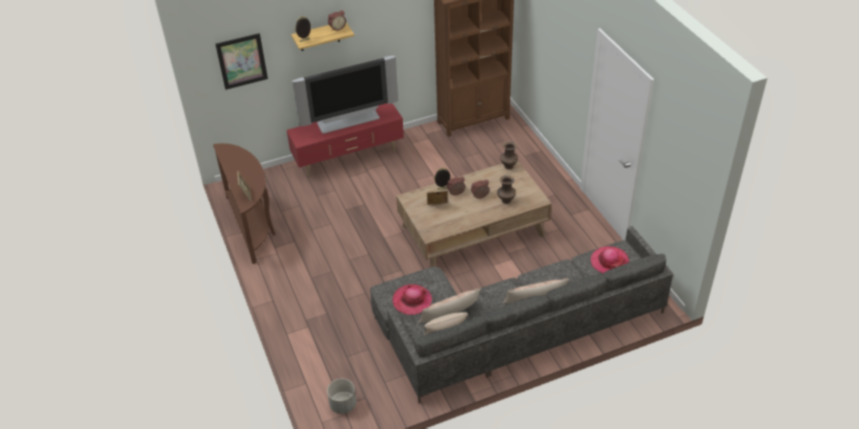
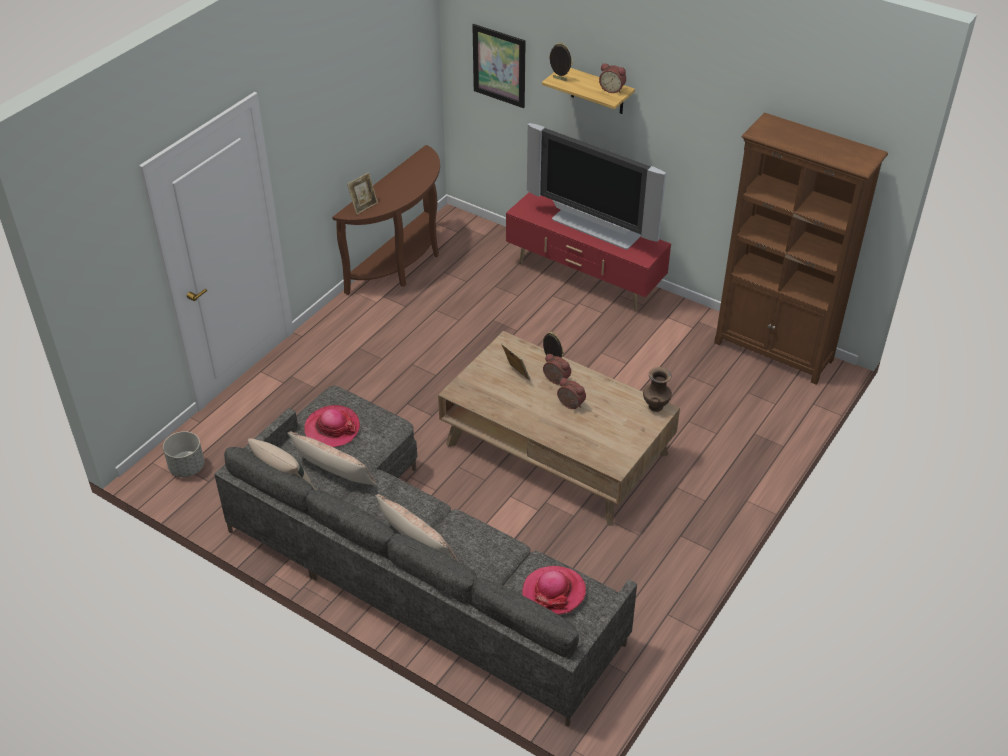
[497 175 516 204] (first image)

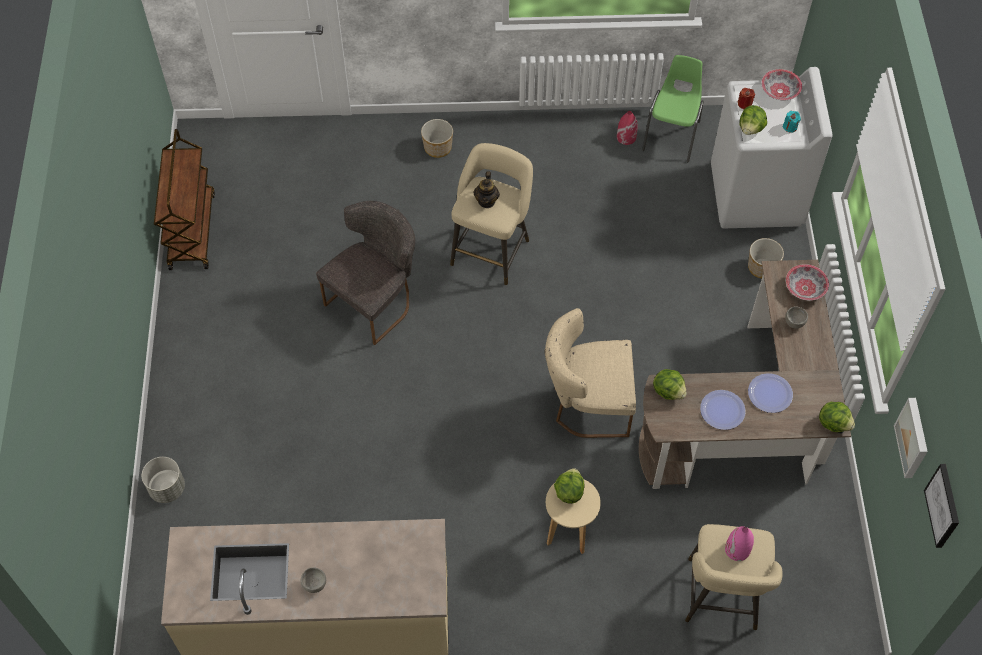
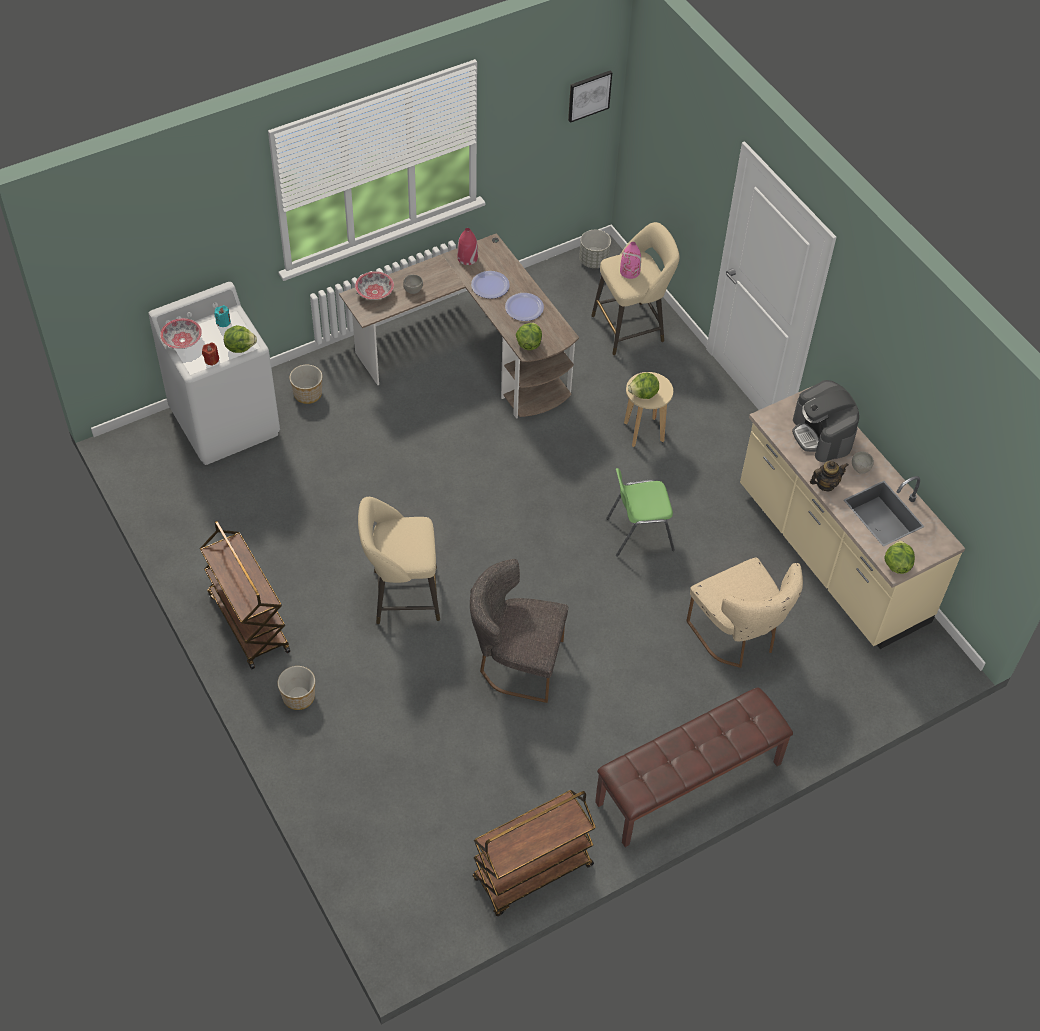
[606 468 675 557]
[457 228 478 265]
[810 461 848 492]
[686 557 803 668]
[894 398 928 478] (first image)
[884 541 915 574]
[579 230 611 268]
[792 380 859 462]
[200 521 290 669]
[595 687 793 847]

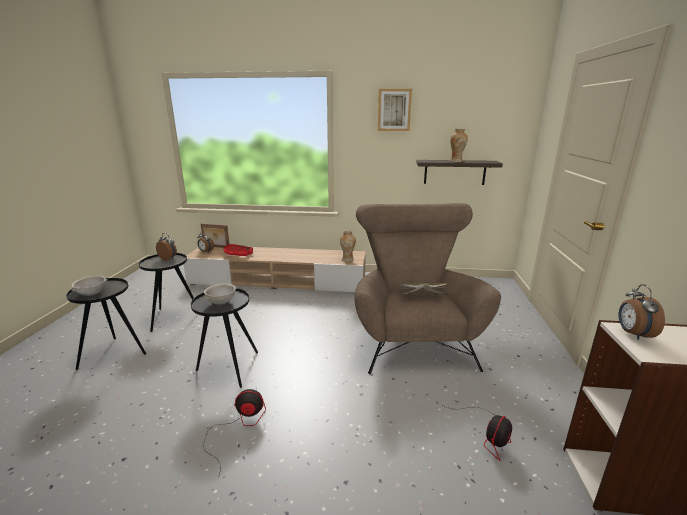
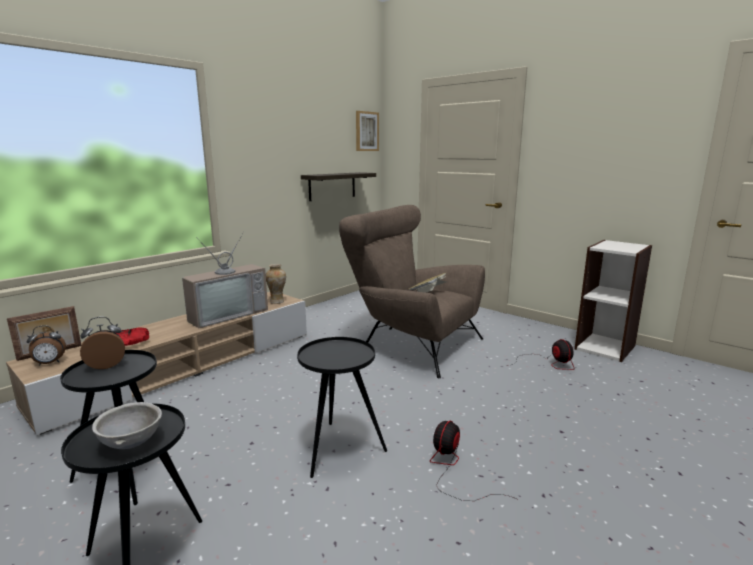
[356 111 379 151]
[450 129 468 162] (first image)
[204 283 236 304] (first image)
[619 284 665 340] (first image)
[182 231 268 328]

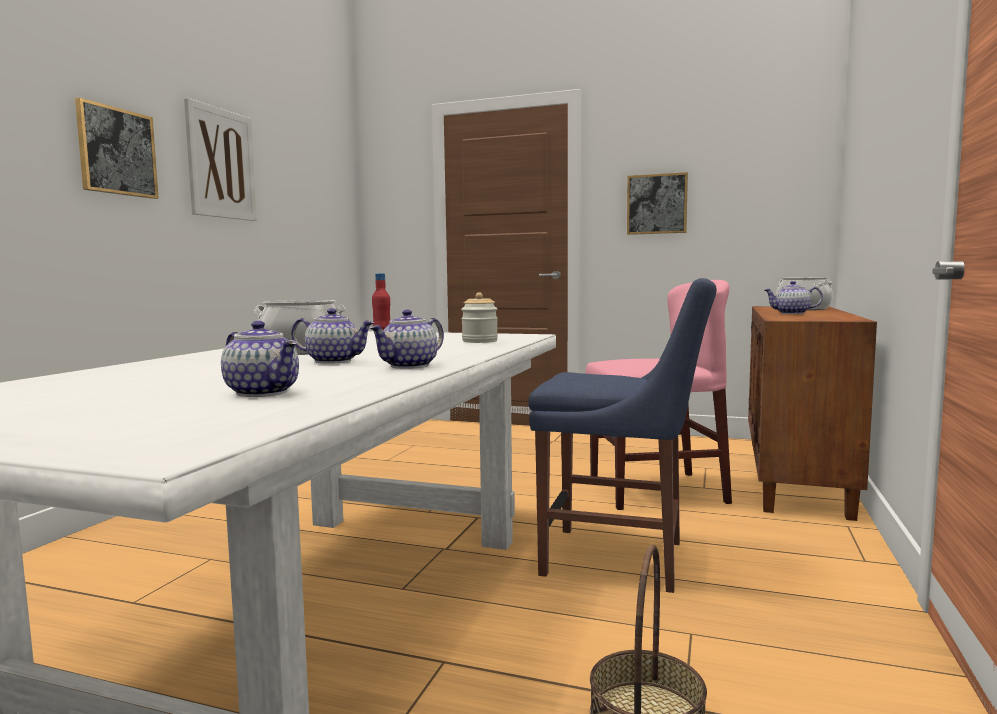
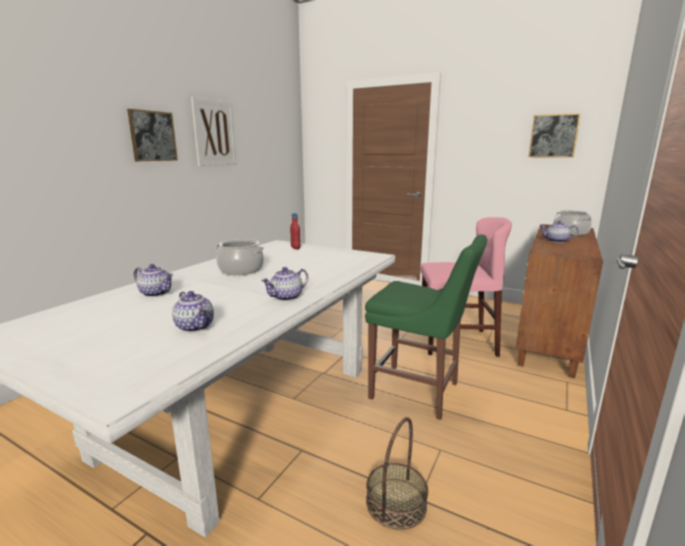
[529 113 581 158]
[365 234 487 420]
[461 292 498 343] (first image)
[134 264 173 297]

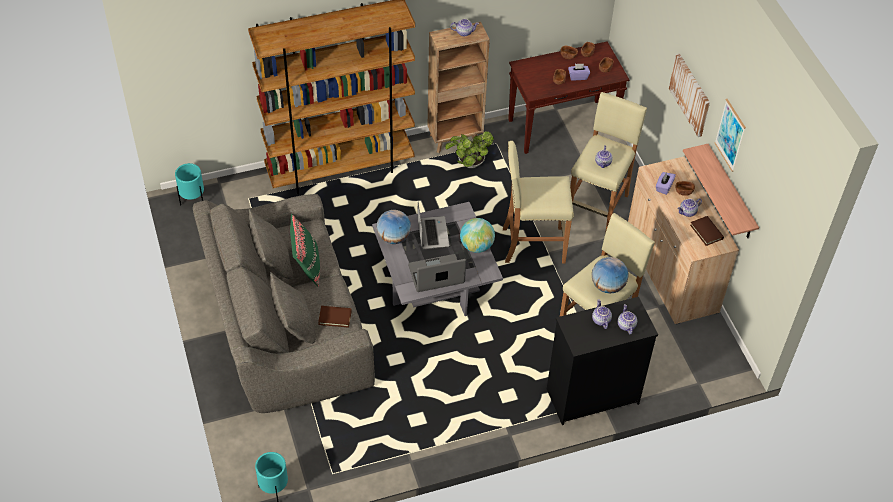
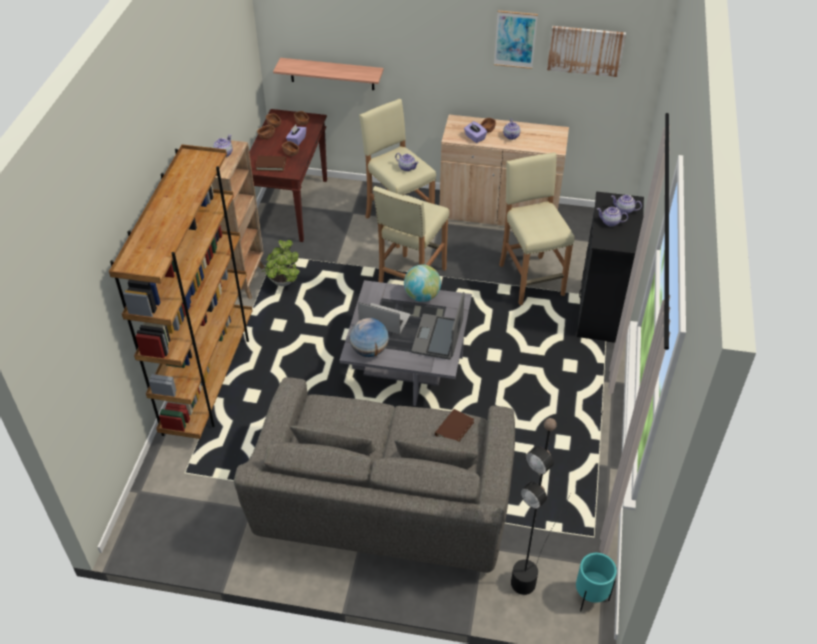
[547 26 626 77]
[273 58 384 90]
[175 163 204 206] (first image)
[290 214 320 286] (first image)
[255 156 286 171]
[592 257 628 293] (first image)
[511 410 603 595]

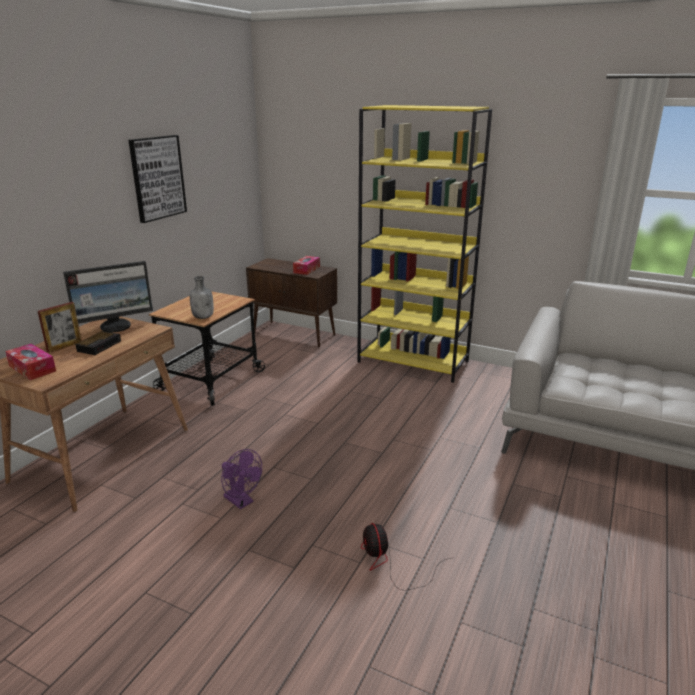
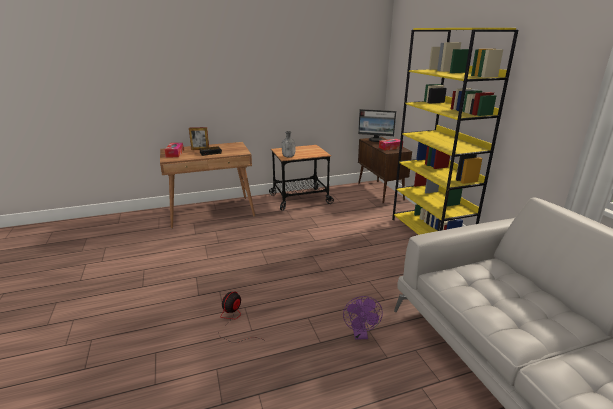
[128 135 187 223] (first image)
[358 109 396 142]
[343 296 383 340]

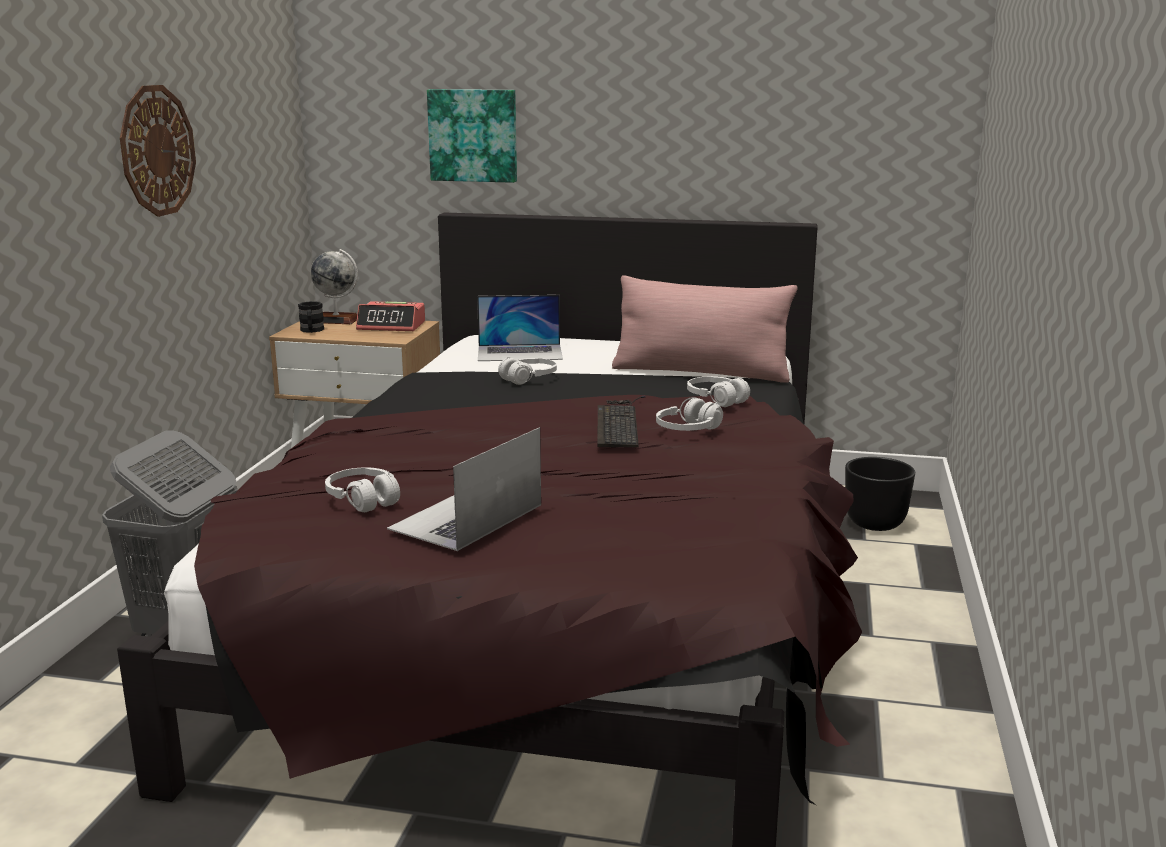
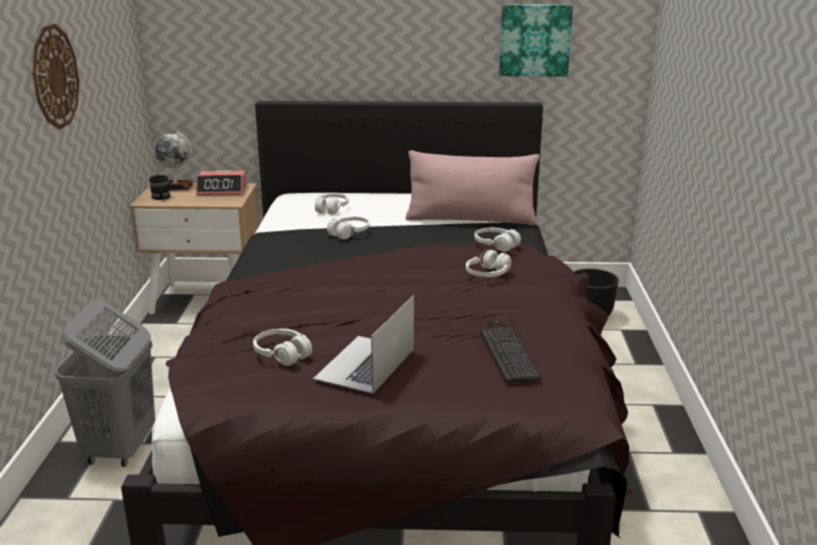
[499 4 573 77]
[315 194 349 214]
[480 313 541 383]

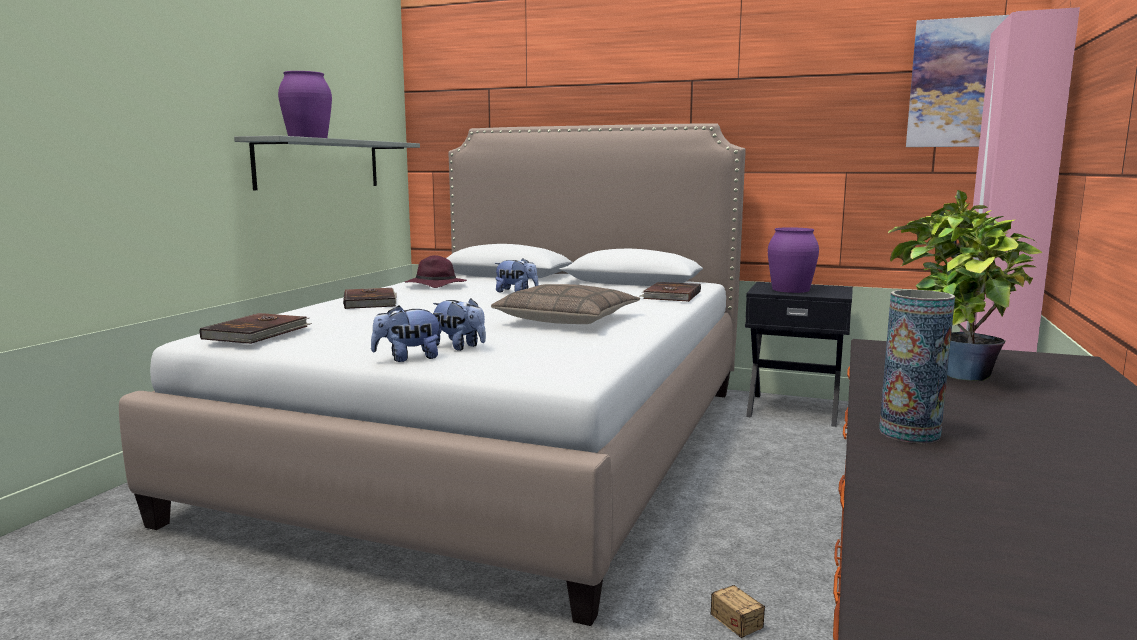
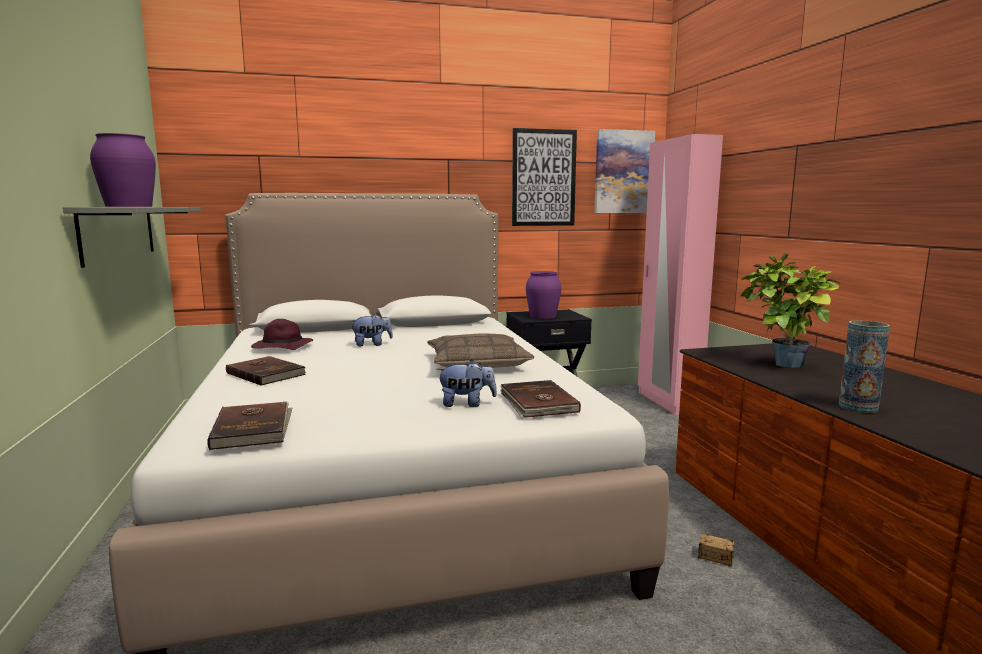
[500 380 581 418]
[371 305 443 362] (first image)
[512 128 577 226]

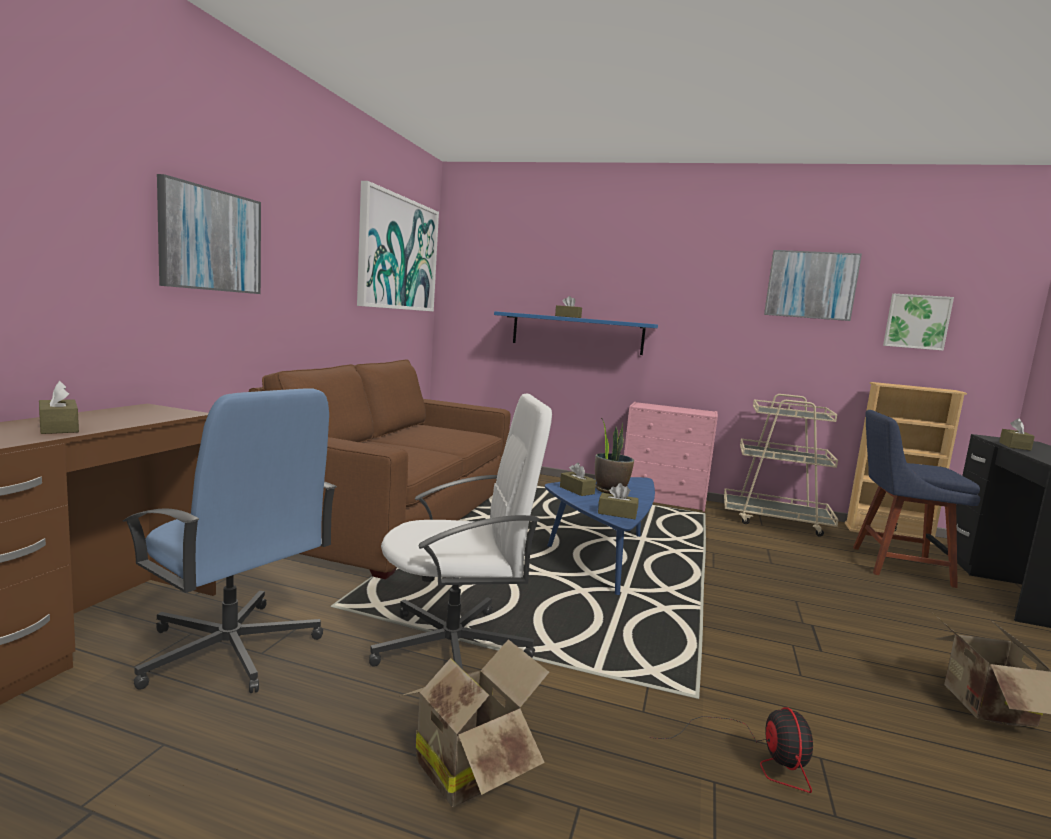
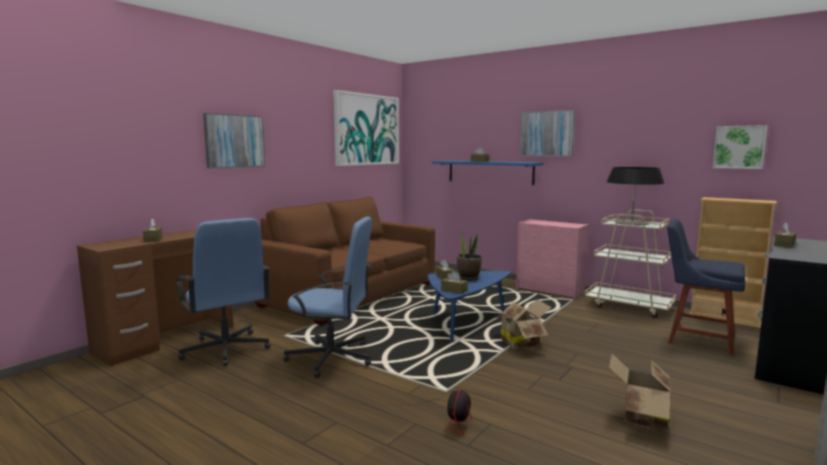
[520 110 575 156]
[283 217 372 378]
[495 300 551 349]
[607 167 664 225]

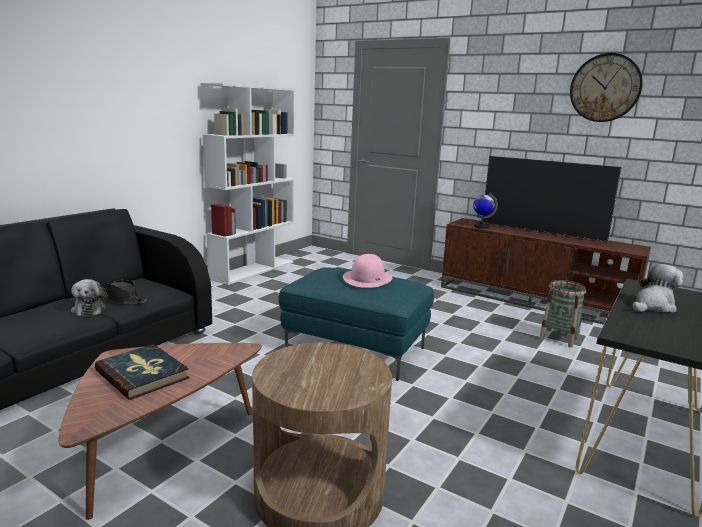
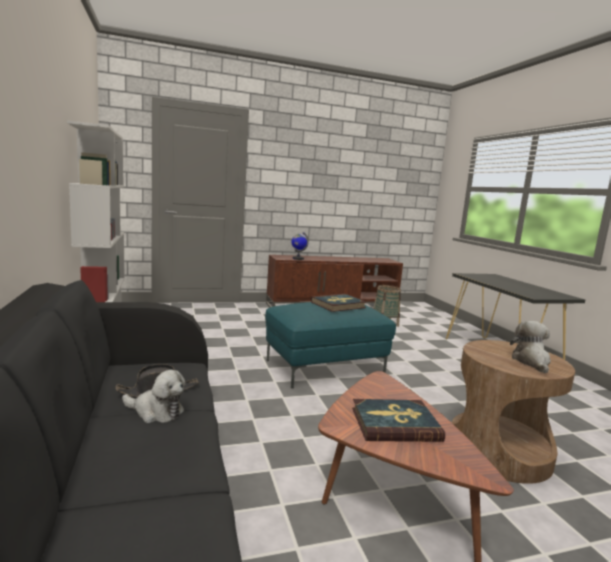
[570 53 643 122] (first image)
[482 156 622 242] (first image)
[311 294 366 312]
[510 321 551 373]

